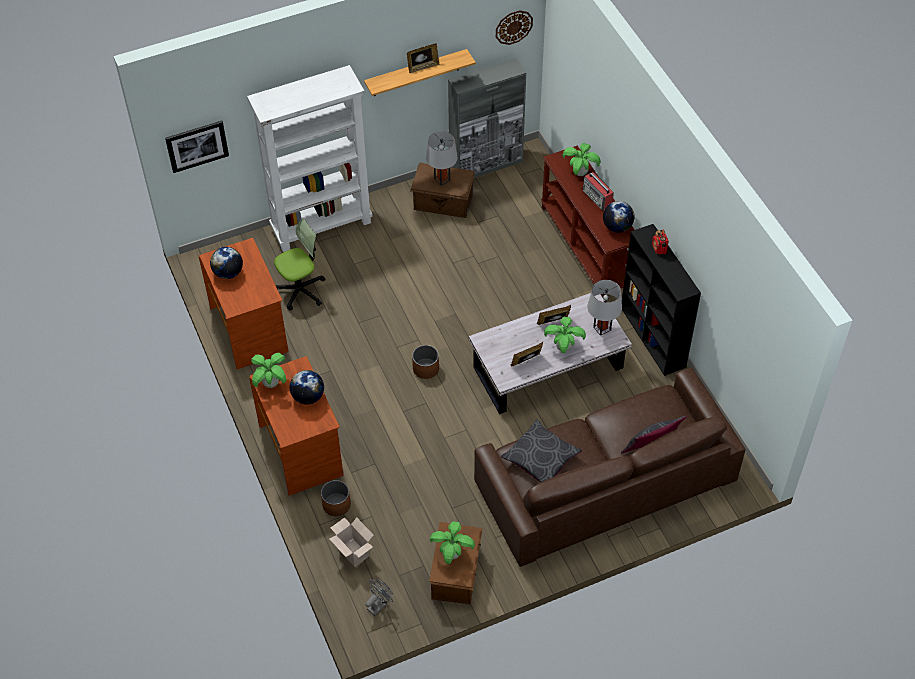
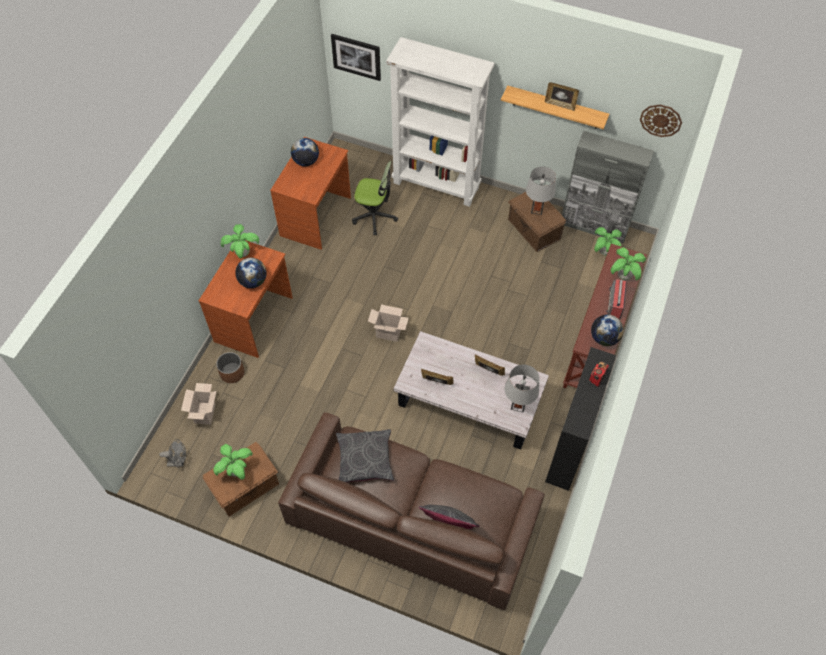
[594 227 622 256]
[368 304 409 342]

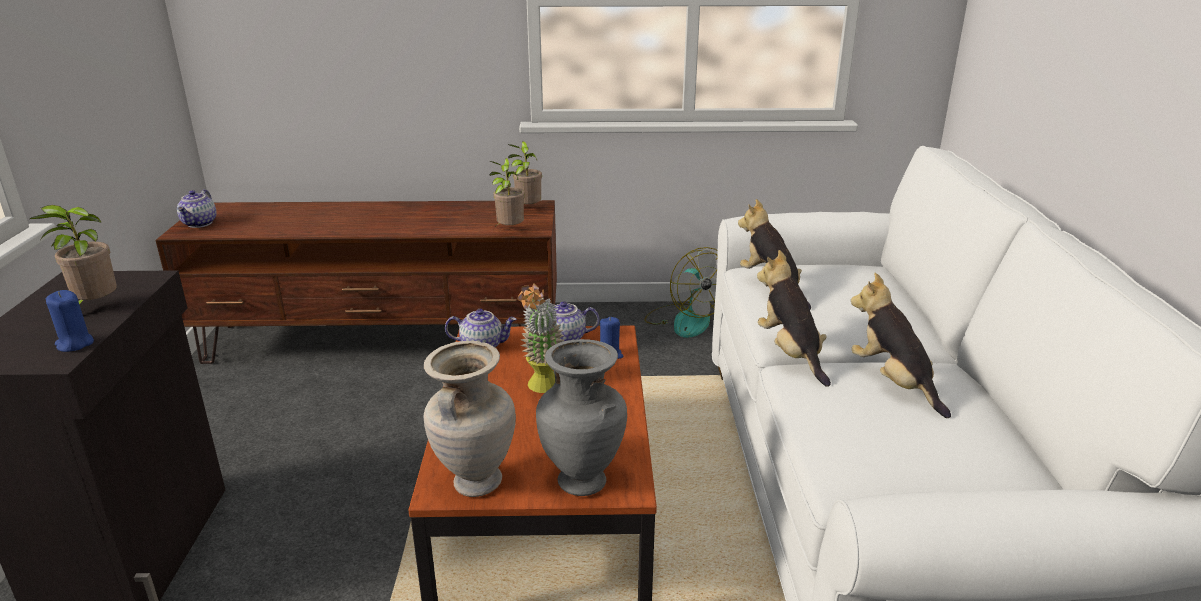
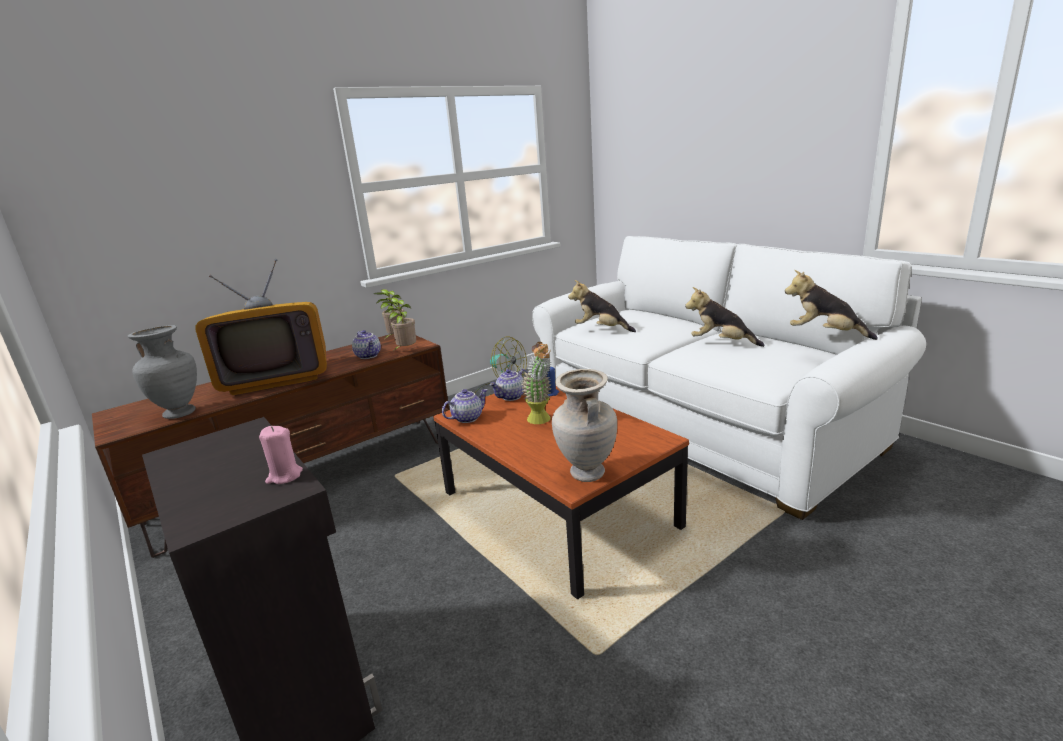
[352 330 381 359]
[30 205 117 304] (first image)
[785 270 878 340]
[259 426 303 484]
[128 325 197 419]
[196 259 327 395]

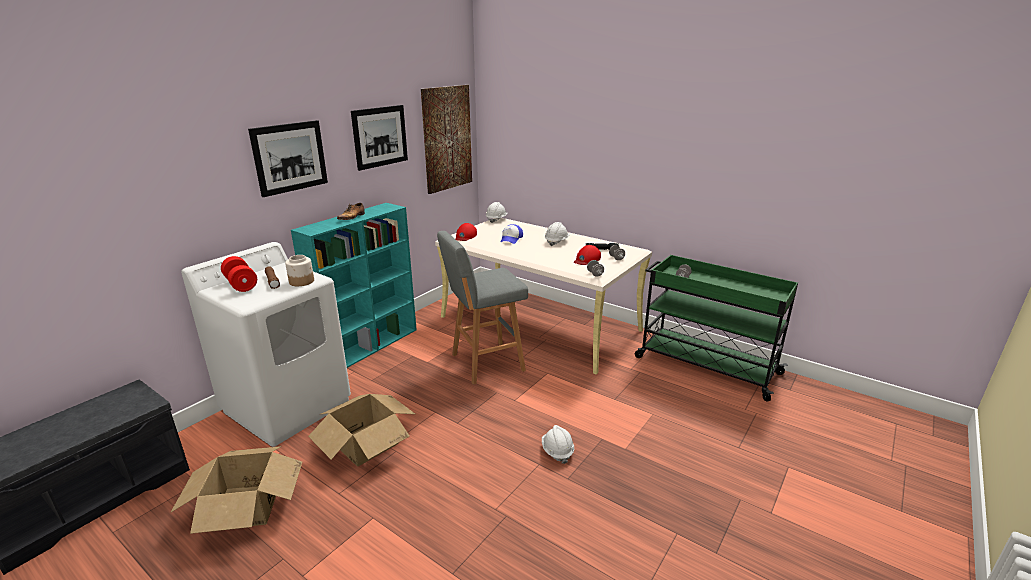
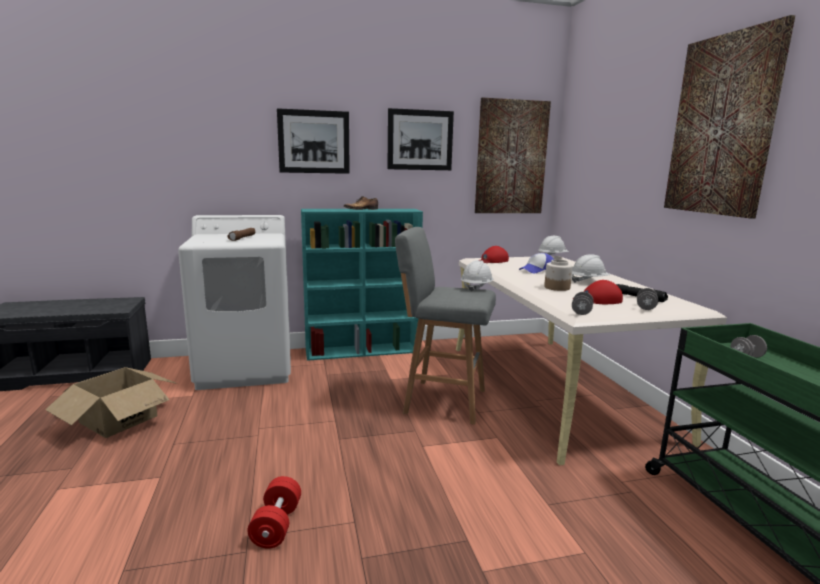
[544 259 573 291]
[247 476 301 549]
[308 394 415 467] (first image)
[461 260 493 292]
[664 15 795 219]

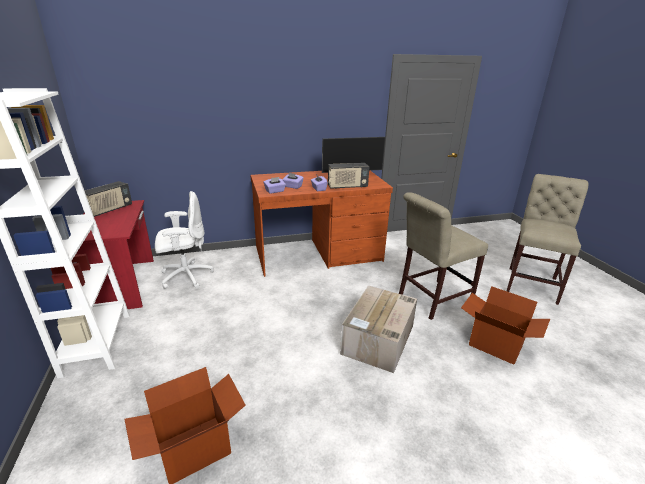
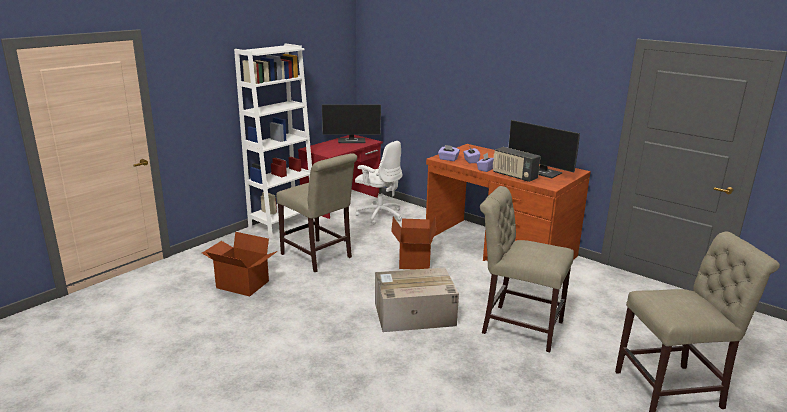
[322 104 381 143]
[391 217 436 269]
[276 153 357 272]

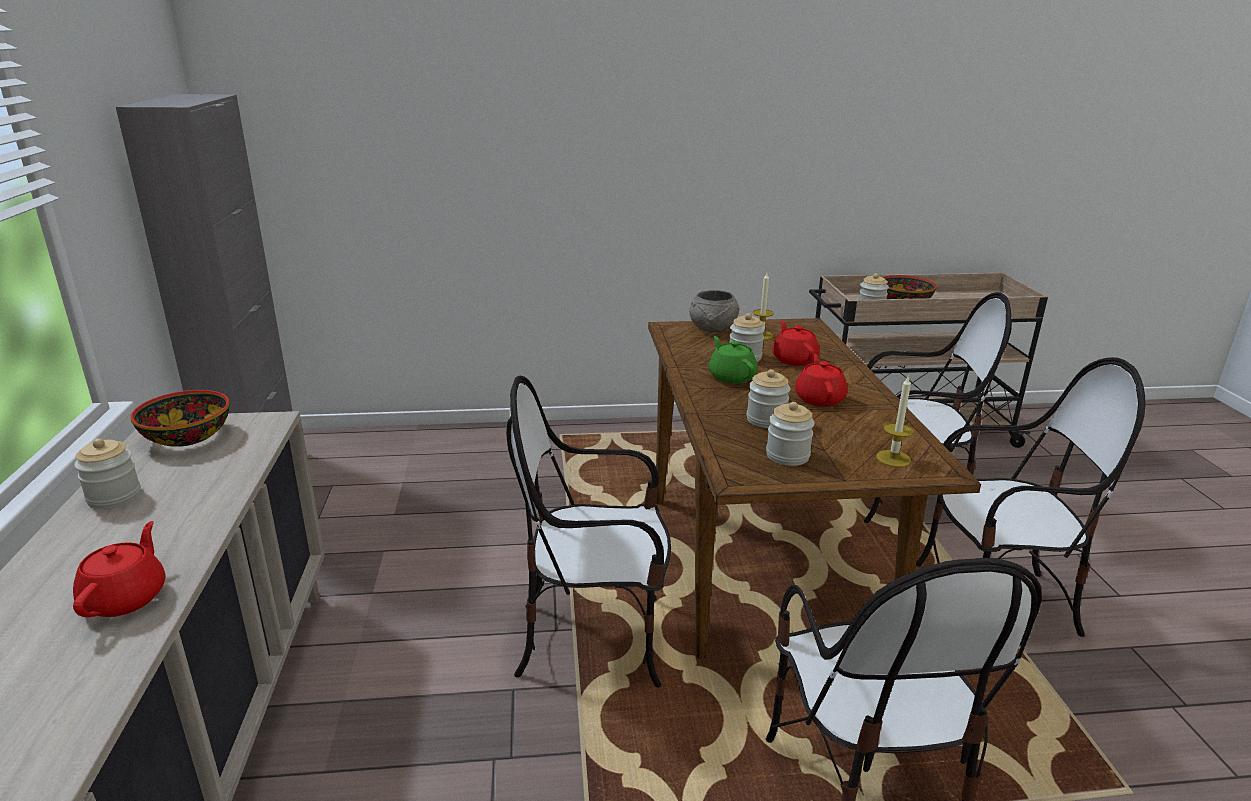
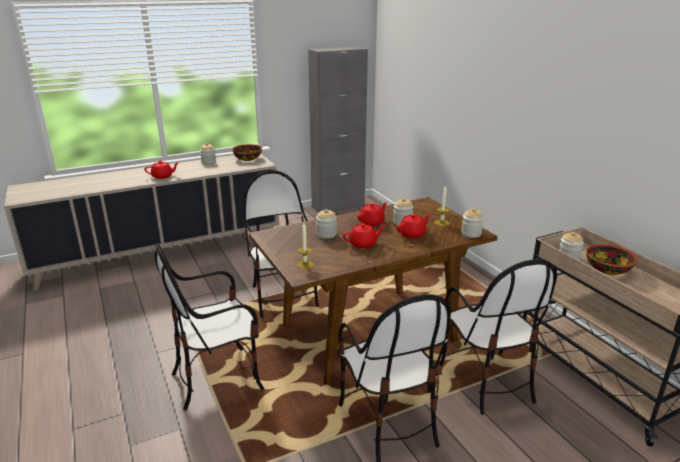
[689 290 740 333] (first image)
[358 202 387 226]
[461 208 484 238]

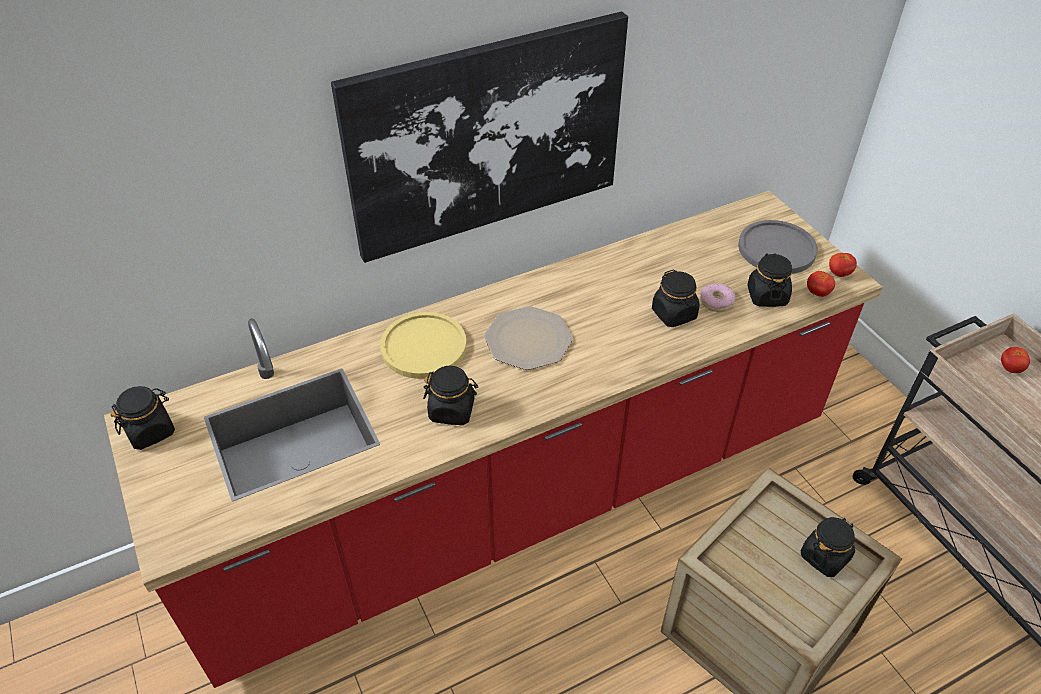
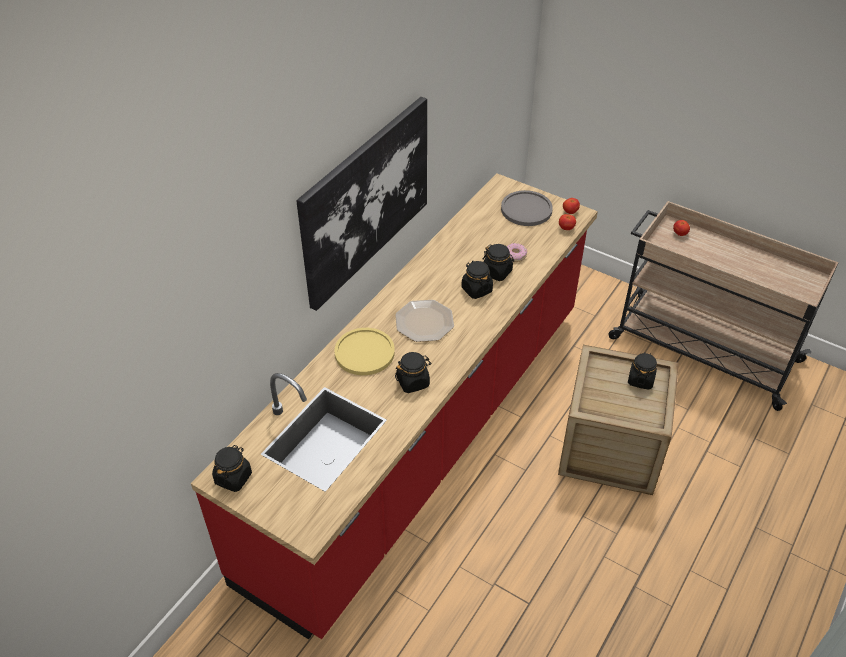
[461 261 493 299]

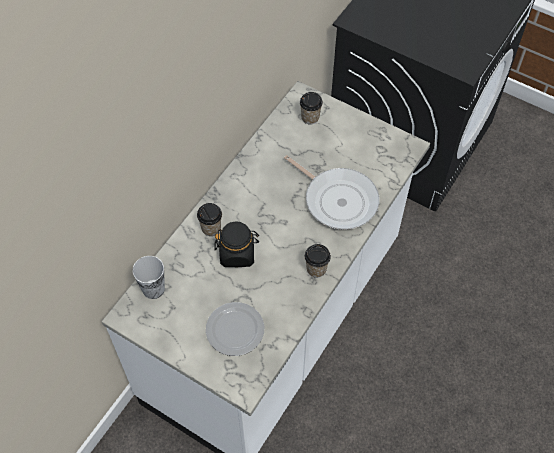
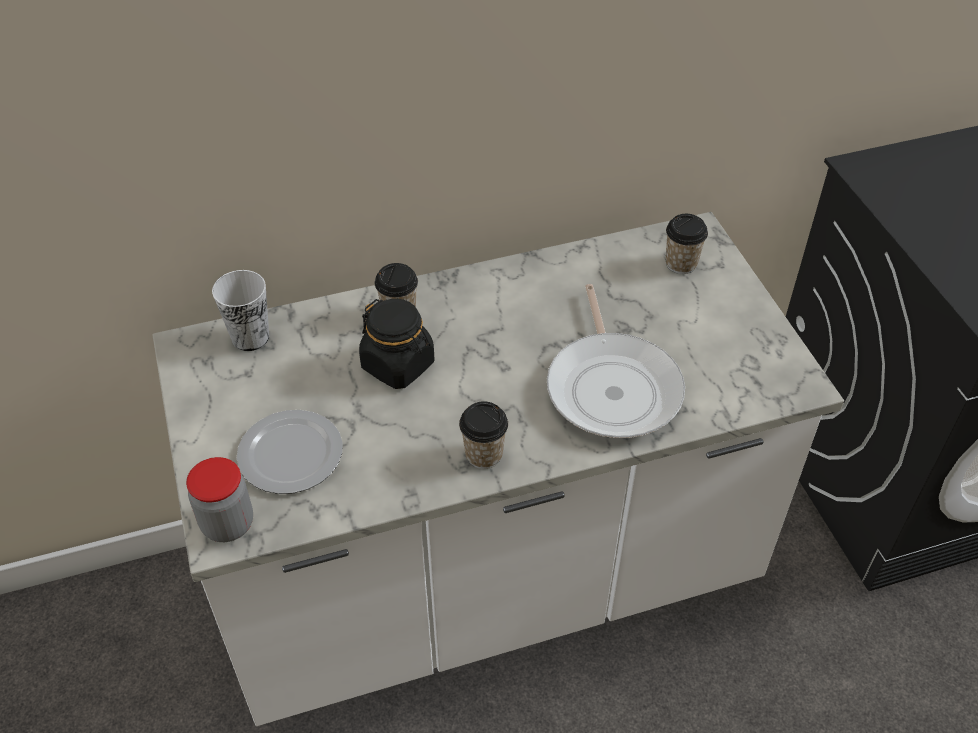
[186 457 253 542]

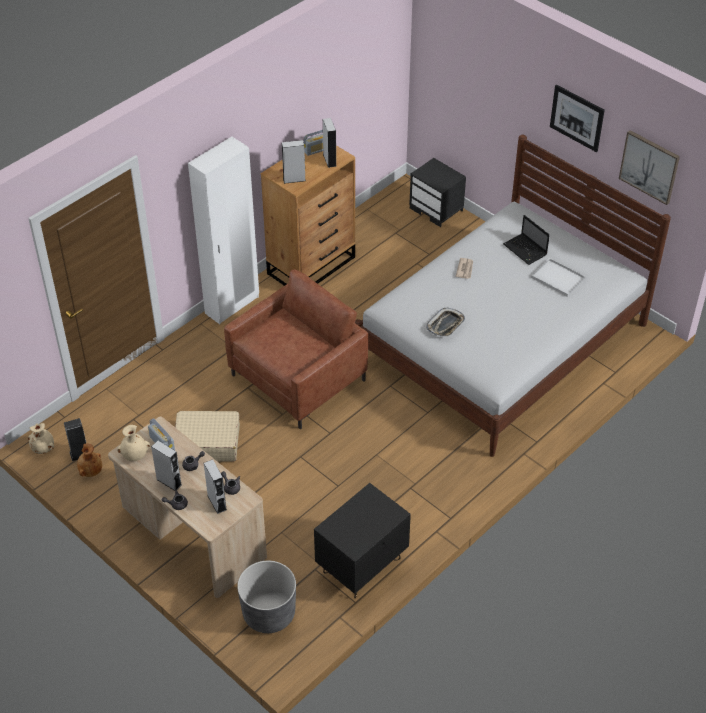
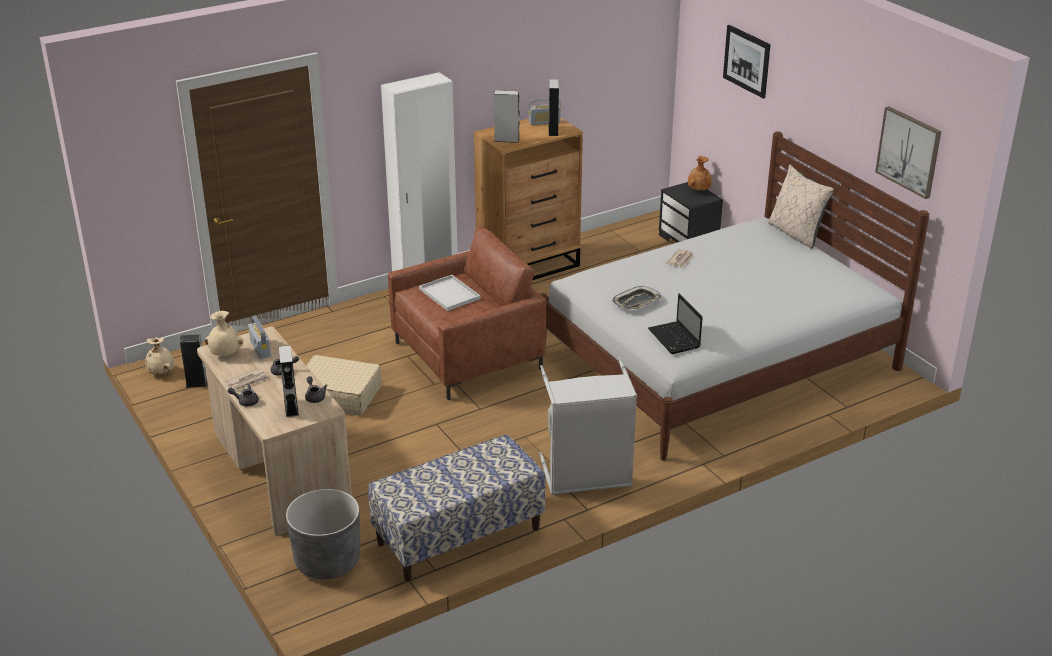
[723 25 771 99]
[648 293 703 354]
[419 275 481 311]
[226 368 269 391]
[688 156 712 191]
[368 435 546 582]
[768 165 834 249]
[539 358 637 495]

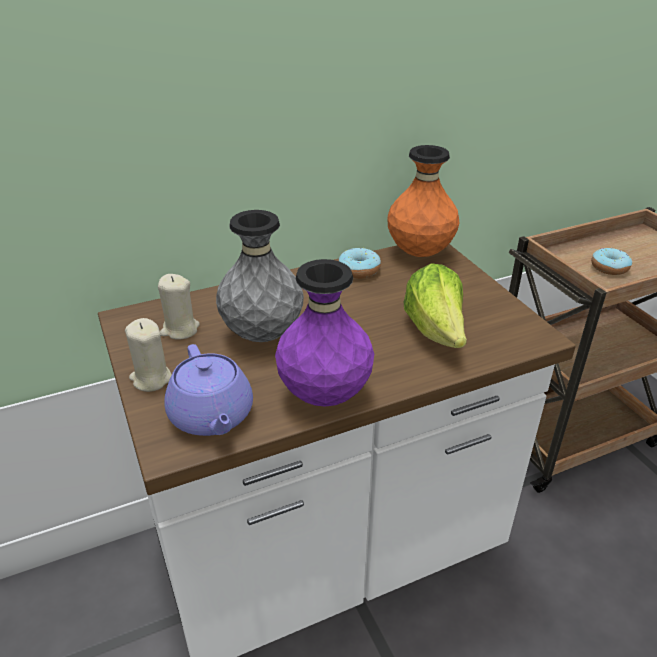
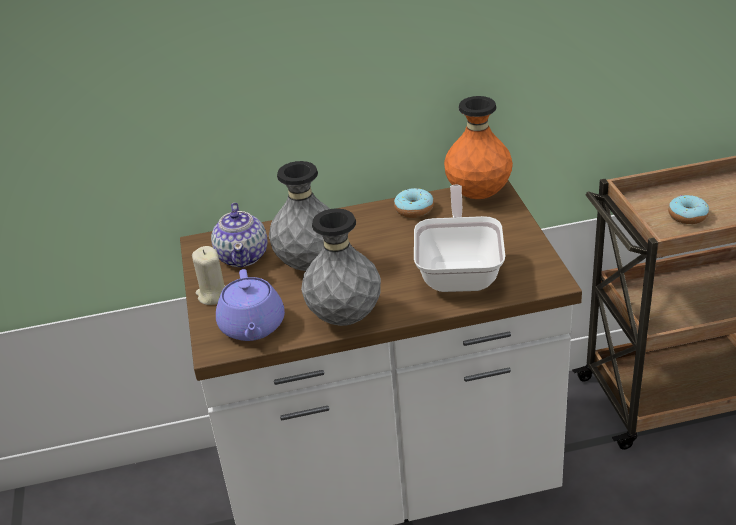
[301 208 381 326]
[414 185 505 292]
[211 203 268 267]

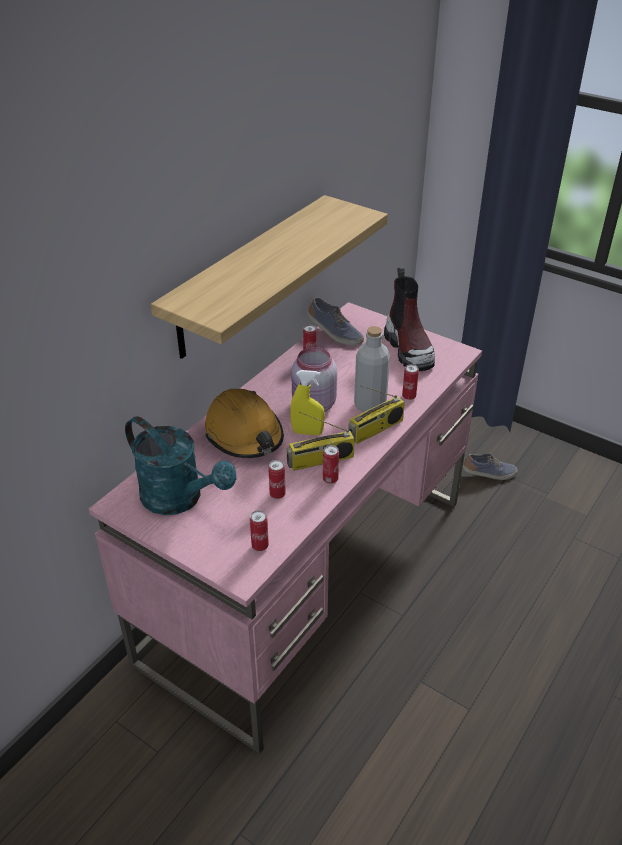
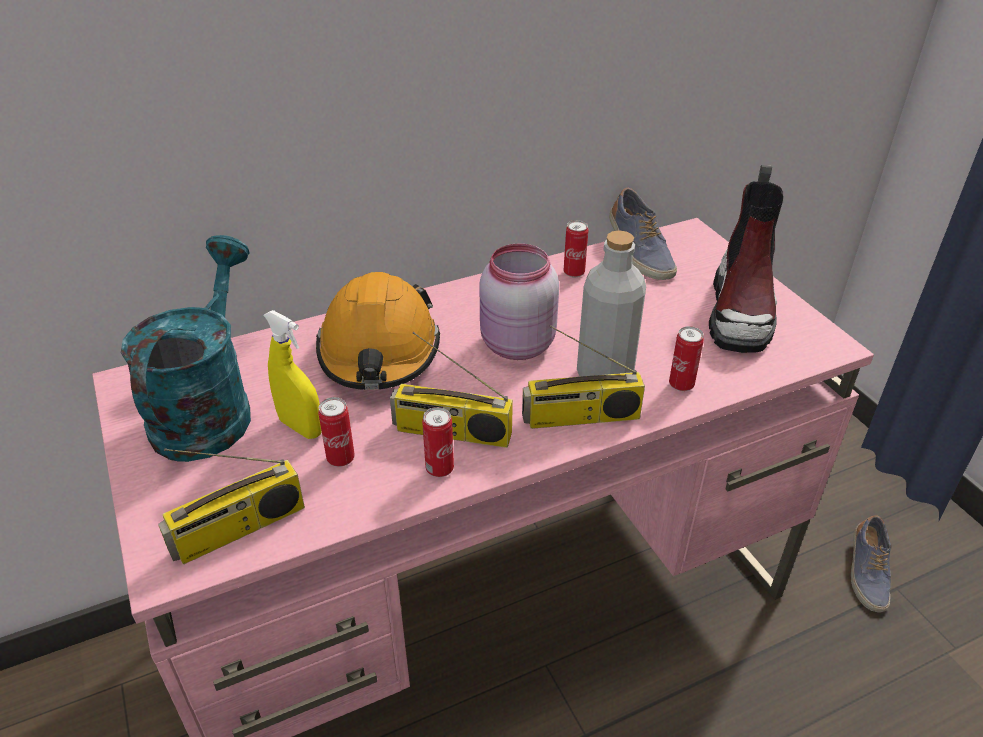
[150 195 388 359] (first image)
[264 310 322 439]
[121 235 251 462]
[851 516 891 612]
[158 448 305 564]

